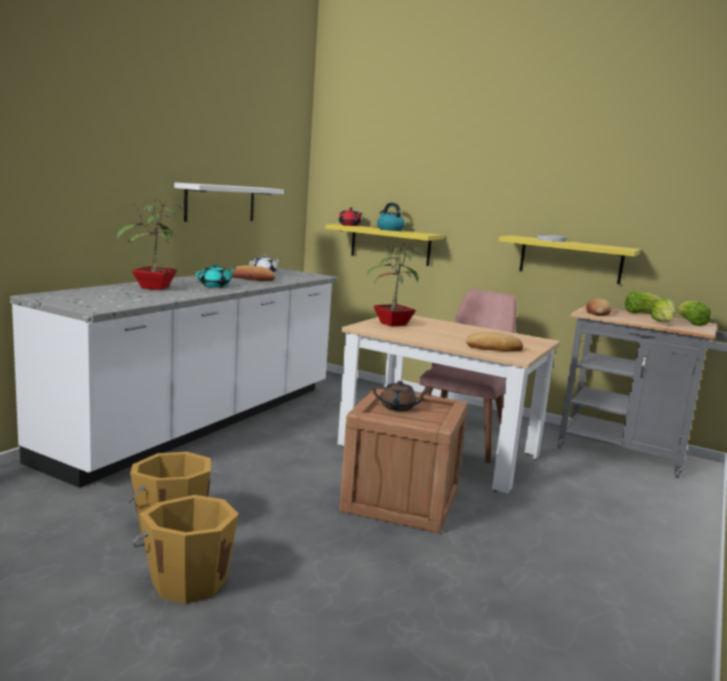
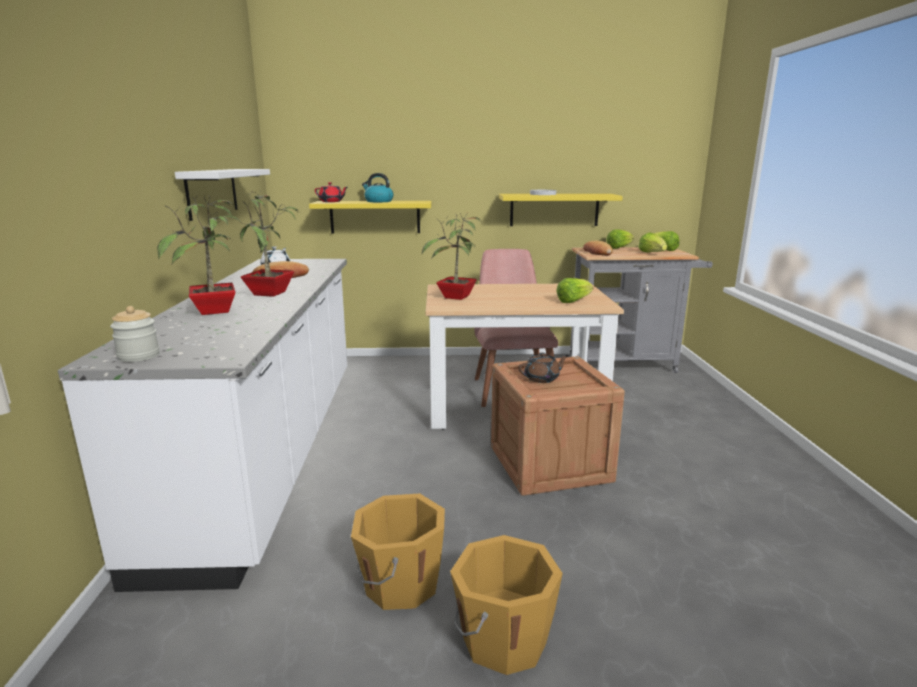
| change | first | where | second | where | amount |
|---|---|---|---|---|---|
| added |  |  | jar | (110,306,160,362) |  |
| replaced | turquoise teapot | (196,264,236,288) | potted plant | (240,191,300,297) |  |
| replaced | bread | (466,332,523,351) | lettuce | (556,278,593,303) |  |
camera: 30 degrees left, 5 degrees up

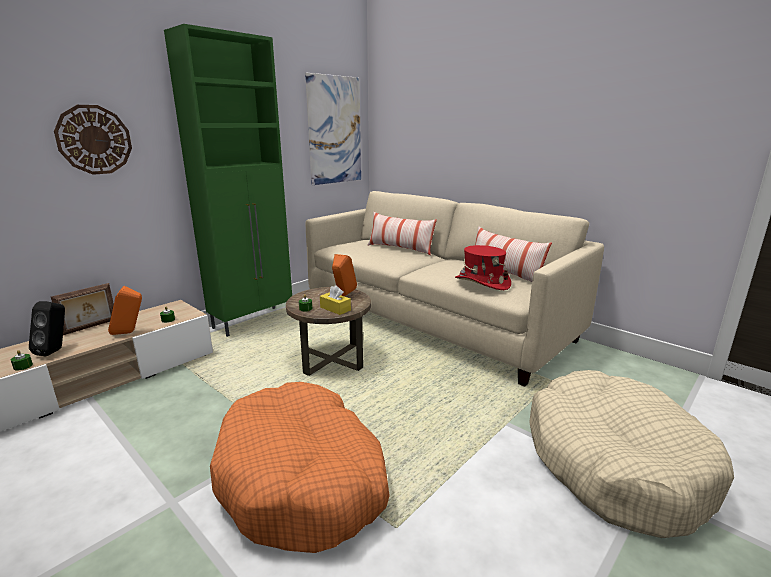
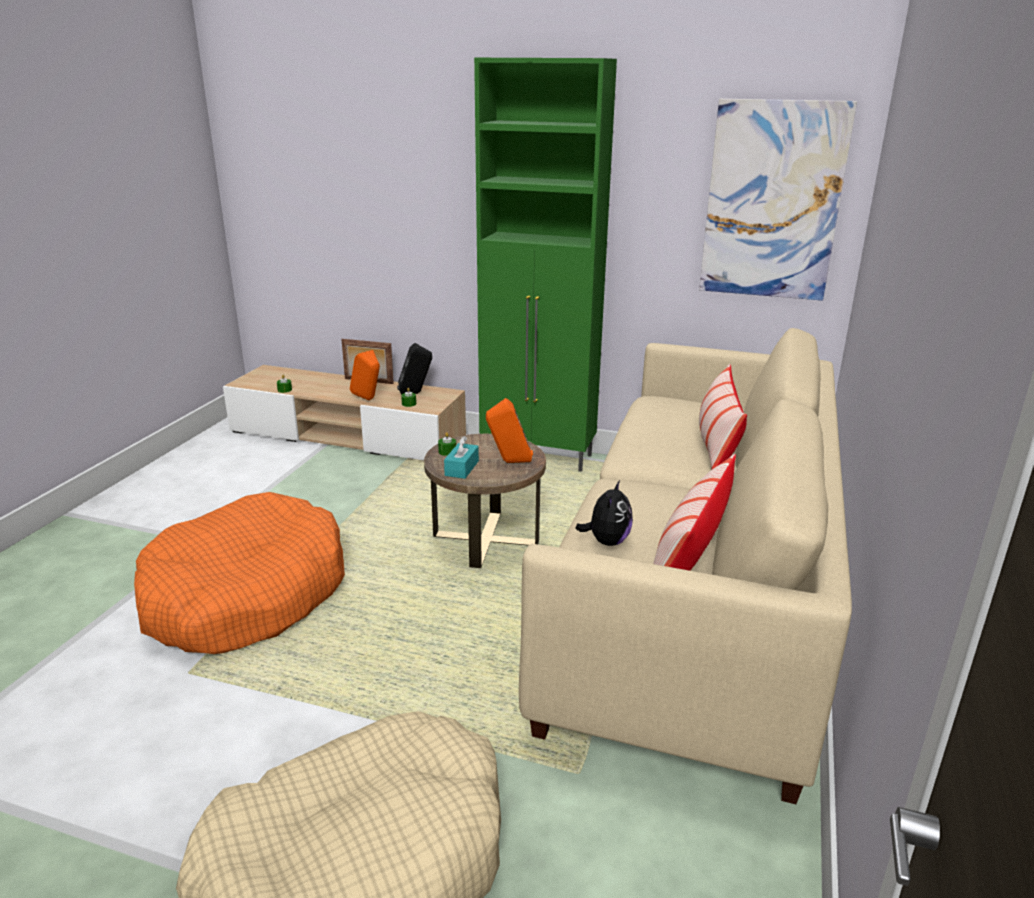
| change | first | where | second | where | amount |
|---|---|---|---|---|---|
| moved | black speaker | (29,301,65,357) |  | (397,343,432,394) |  |
| recoloured | yellow tissue box | (320,285,351,315) | turquoise tissue box | (444,436,479,479) |  |
| replaced | red hat | (455,245,511,290) | plush toy | (575,480,633,546) |  |
| removed | wall clock | (54,105,132,175) |  |  |  |
camera: 65 degrees right, 5 degrees up

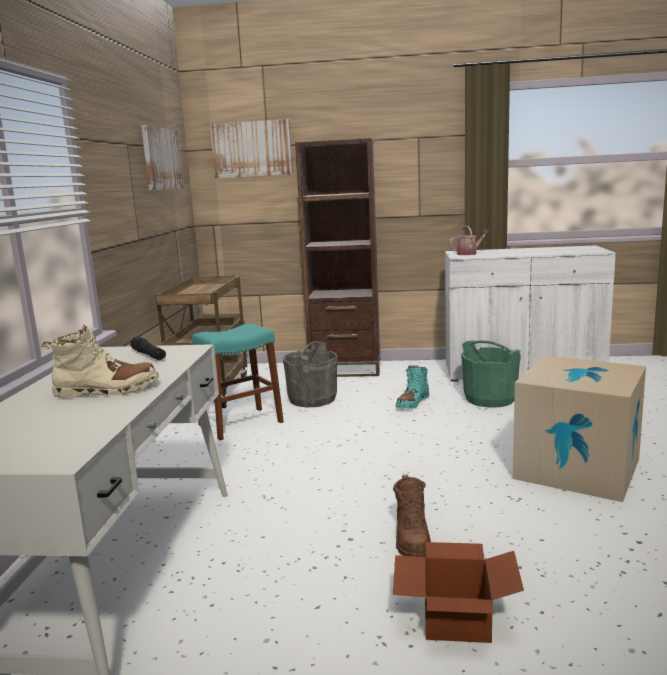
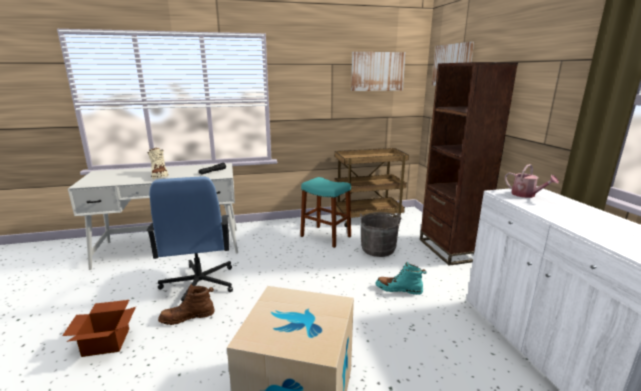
| change | first | where | second | where | amount |
|---|---|---|---|---|---|
| added |  |  | blue office chair | (147,177,233,304) |  |
| removed | green bucket | (461,340,521,408) |  |  |  |
camera: 70 degrees right, 5 degrees up

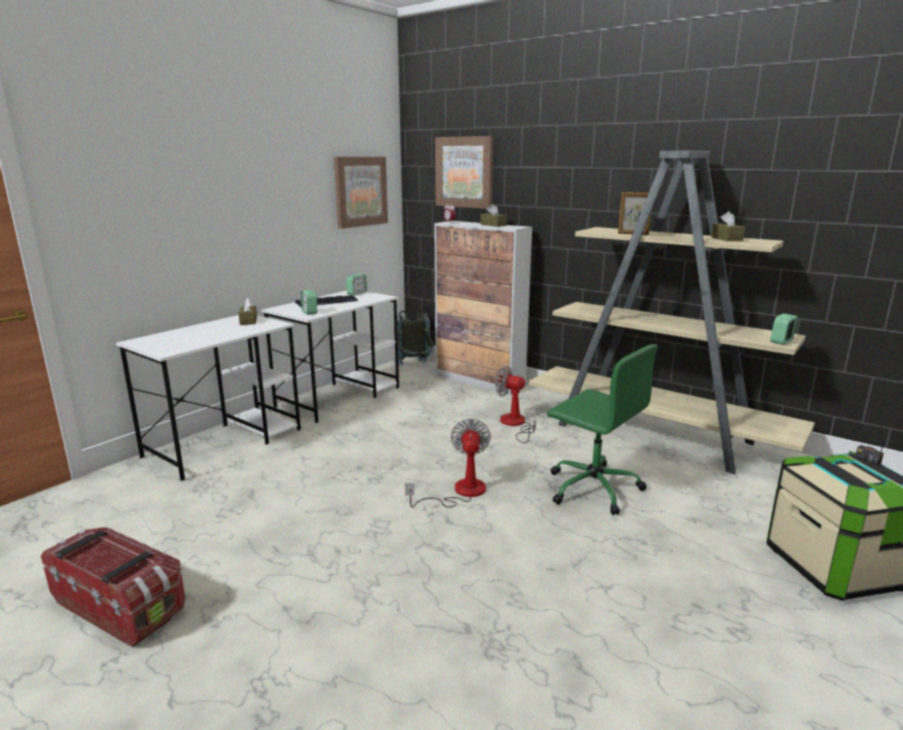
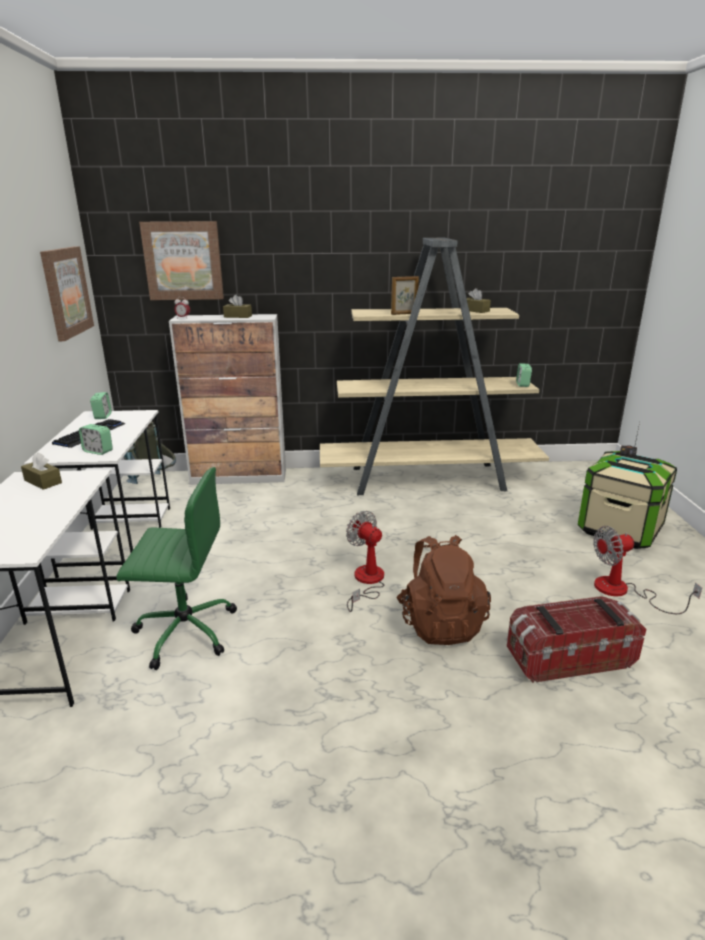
| change | first | where | second | where | amount |
|---|---|---|---|---|---|
| moved | green office chair | (547,344,658,515) |  | (117,467,237,670) |  |
| added |  |  | brown backpack | (396,535,491,645) |  |
| moved | storage box | (41,527,185,648) |  | (507,596,647,683) |  |
| moved | fan | (495,366,536,443) |  | (593,526,702,614) |  |
camera: 40 degrees left, 5 degrees up

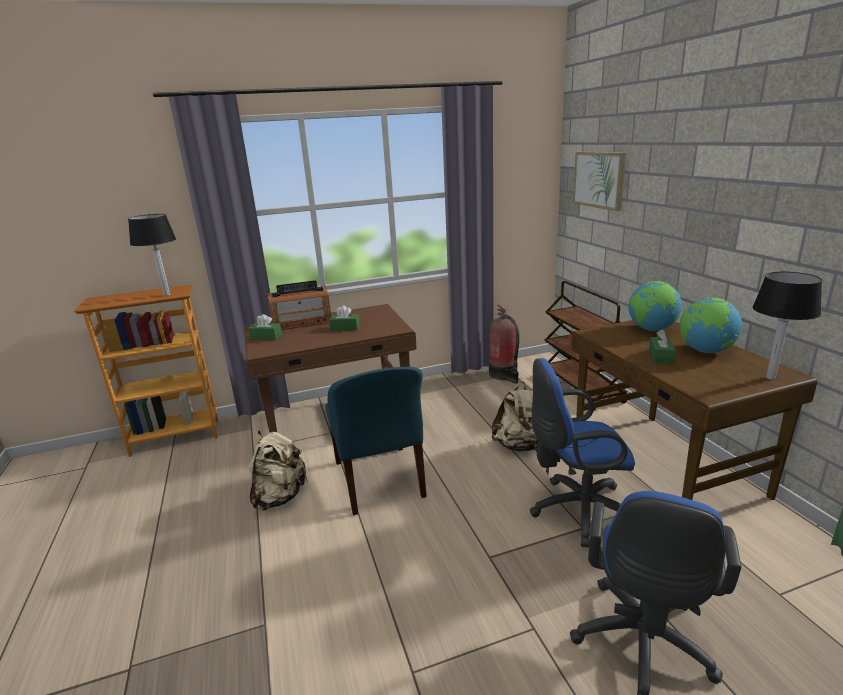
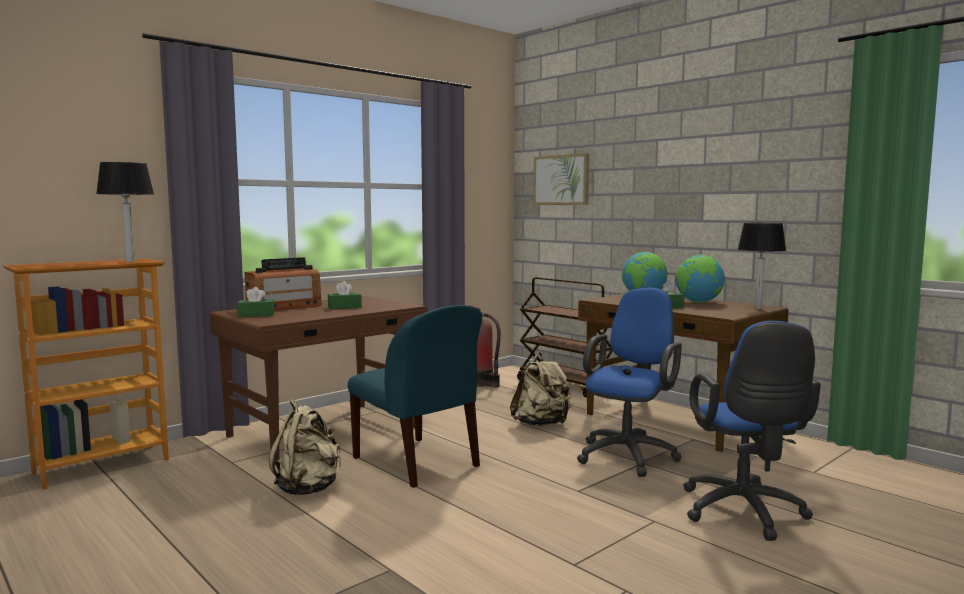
| change | first | where | second | where | amount |
|---|---|---|---|---|---|
| turned | blue office chair | (530,358,635,547) |  | (577,288,682,477) | 150 degrees clockwise |
camera: 25 degrees left, 15 degrees down

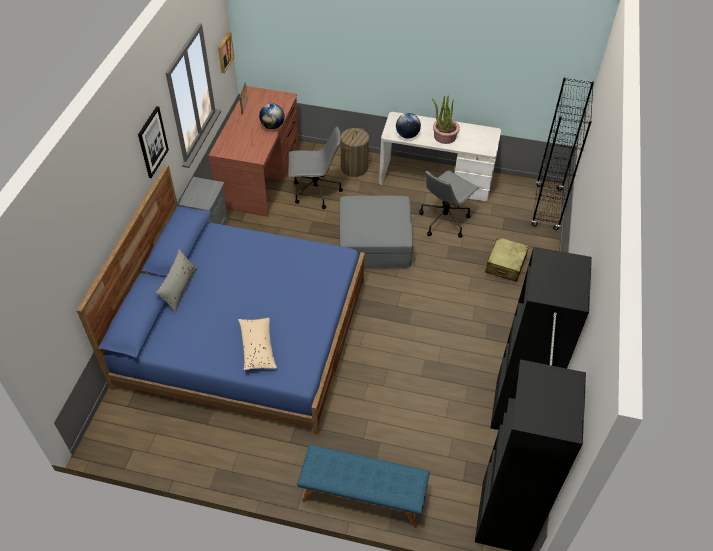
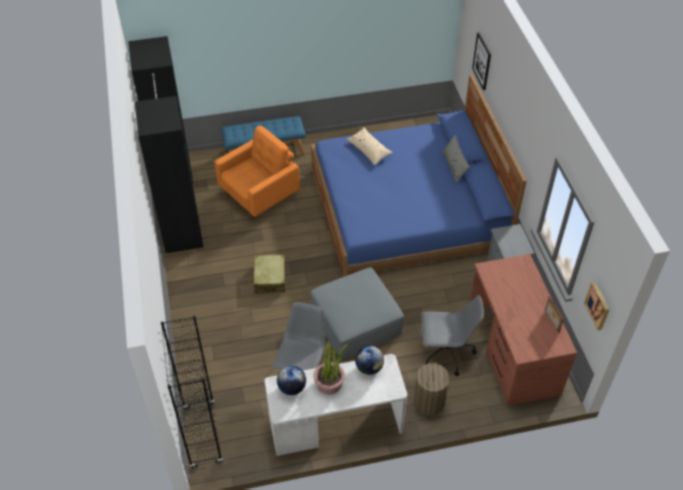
| change | first | where | second | where | amount |
|---|---|---|---|---|---|
| added |  |  | orange armchair | (214,126,300,218) |  |
| moved | beige suitcase | (485,237,529,282) |  | (254,255,287,293) |  |
| moved | globe | (259,103,285,129) |  | (277,365,306,395) |  |
| turned | grey office chair | (289,127,343,209) |  | (422,295,484,376) | 150 degrees counterclockwise |
| moved | picture | (138,106,169,178) |  | (472,33,491,90) |  |
camera: 155 degrees right, 0 degrees up

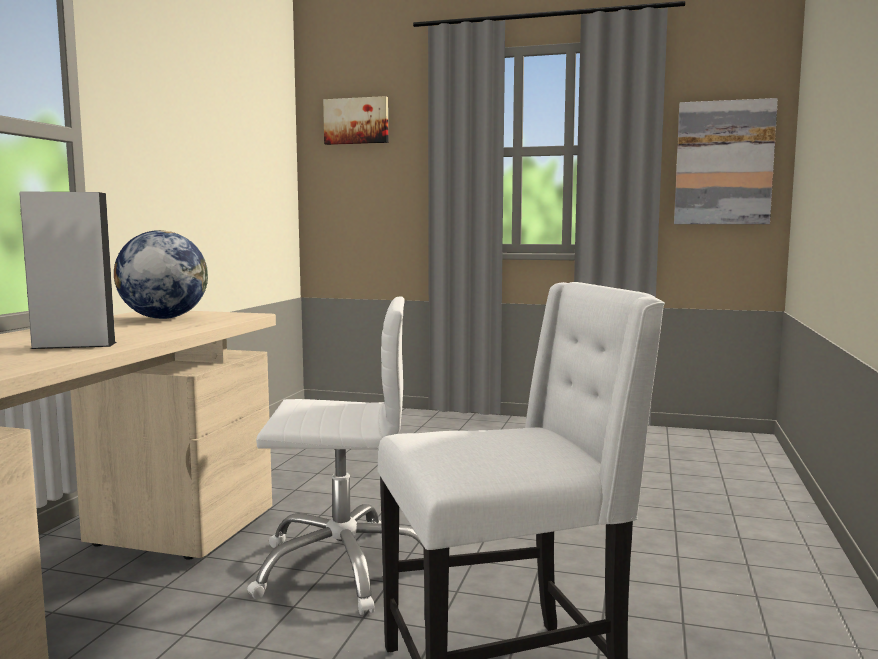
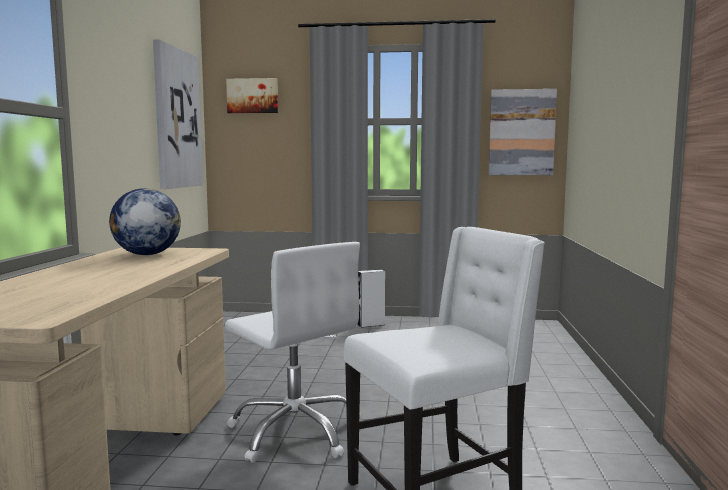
| change | first | where | second | where | amount |
|---|---|---|---|---|---|
| added |  |  | picture | (153,39,203,189) |  |
| turned | white office chair | (247,297,423,615) |  | (225,242,361,463) | 60 degrees clockwise |
| moved | white speaker | (19,191,117,349) |  | (358,270,385,328) |  |
camera: 10 degrees left, 0 degrees up

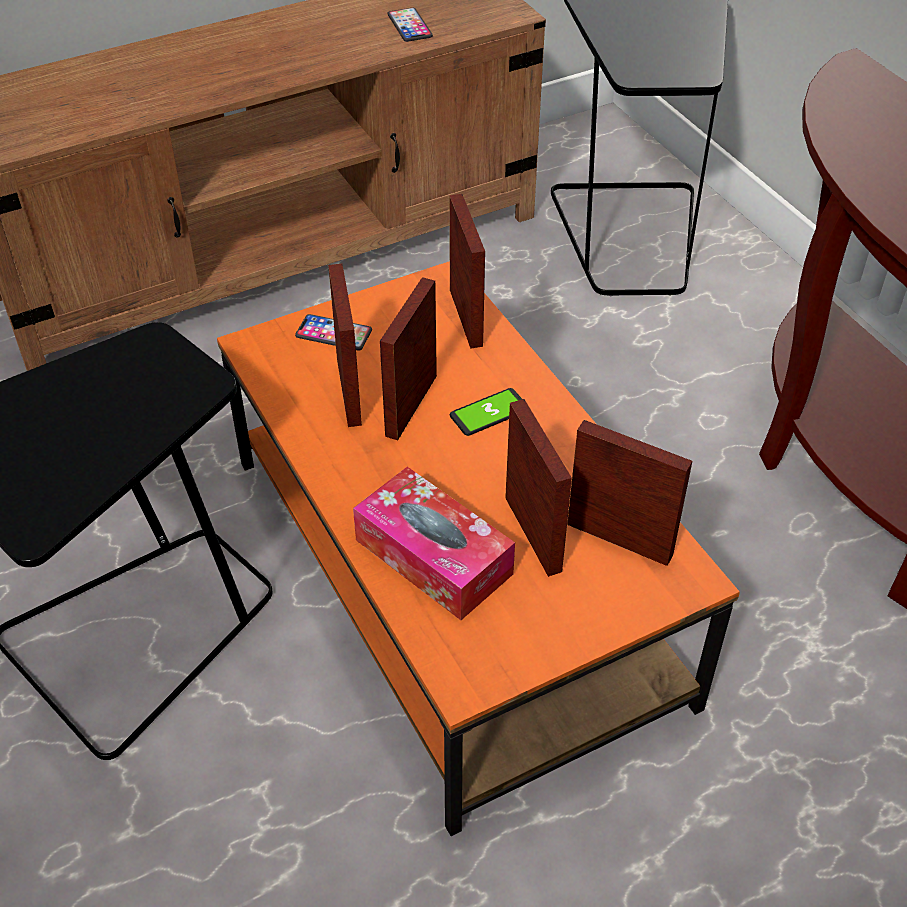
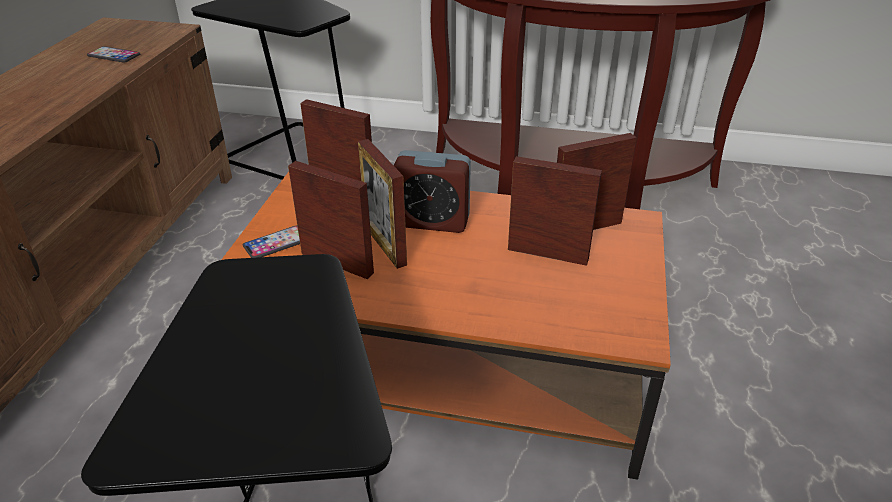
| change | first | where | second | where | amount |
|---|---|---|---|---|---|
| replaced | phone | (450,388,522,436) | alarm clock | (394,150,471,233) |  |
| removed | tissue box | (353,467,515,620) |  |  |  |
camera: 50 degrees left, 10 degrees down

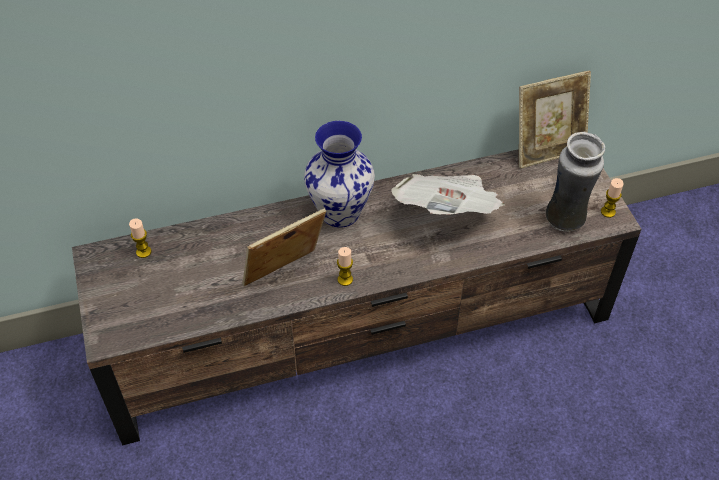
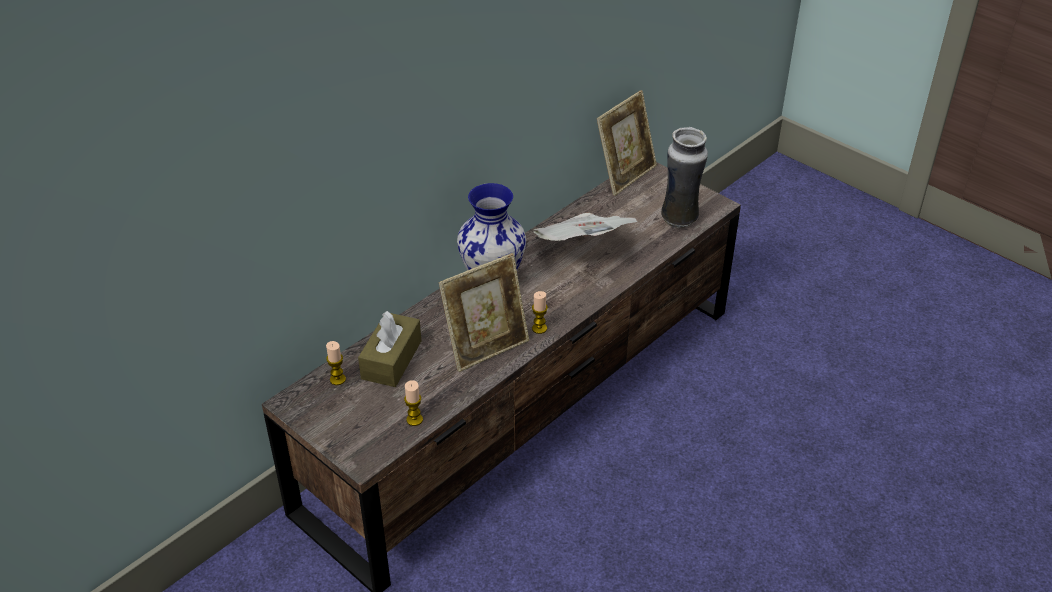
| change | first | where | second | where | amount |
|---|---|---|---|---|---|
| added |  |  | brown tissue box | (358,311,421,387) |  |
| moved | candle | (601,178,624,218) |  | (404,380,423,426) |  |
| turned | picture frame | (242,208,326,286) |  | (439,253,529,372) | 150 degrees counterclockwise |
camera: 30 degrees left, 10 degrees down

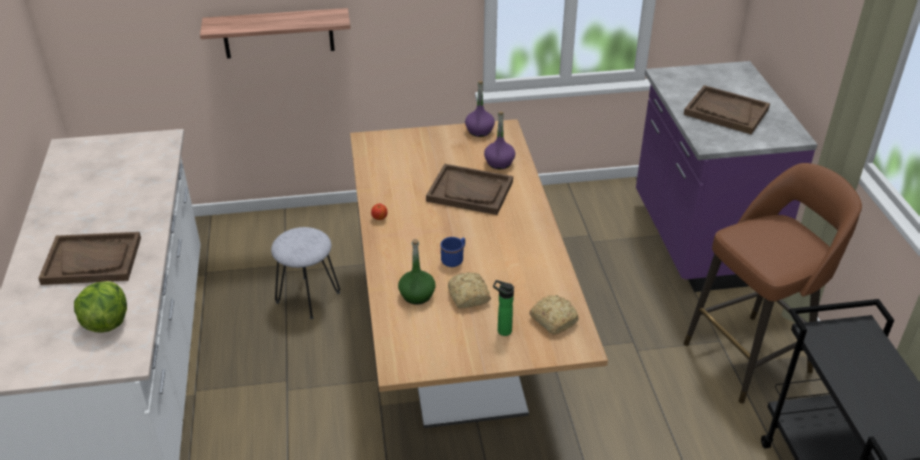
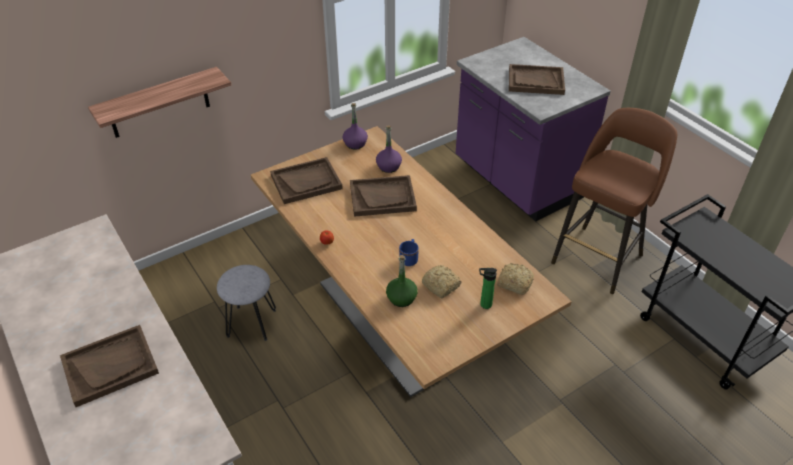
| change | first | where | second | where | amount |
|---|---|---|---|---|---|
| added |  |  | brown tray | (270,157,343,204) |  |
| removed | lettuce | (74,281,127,333) |  |  |  |
camera: 25 degrees left, 5 degrees up

